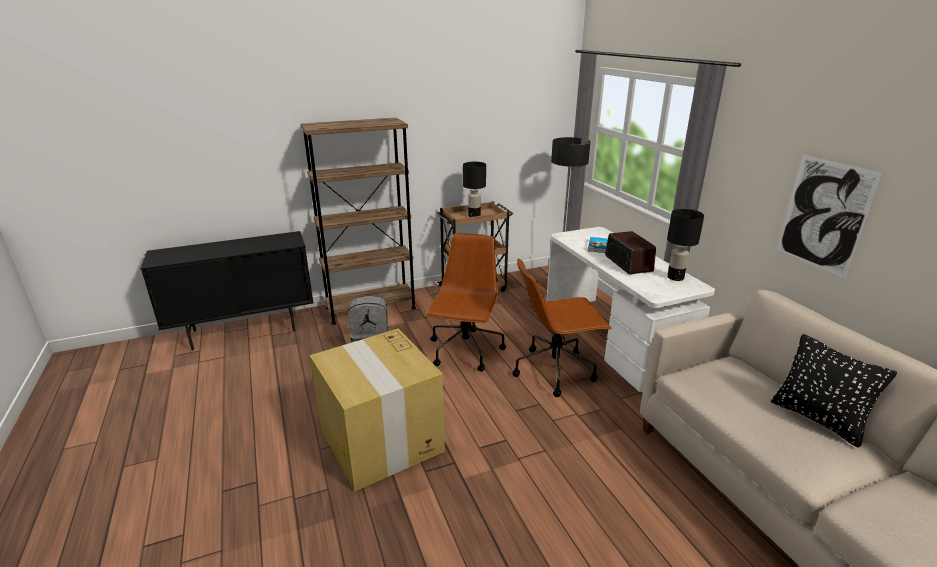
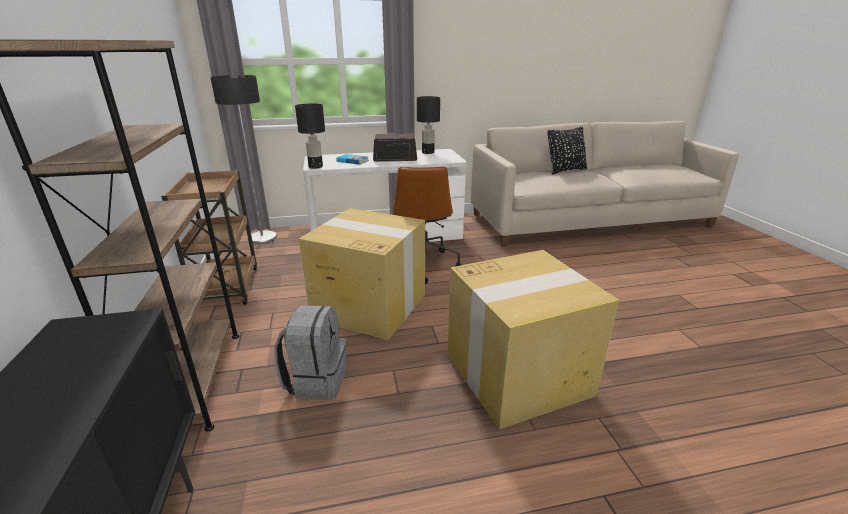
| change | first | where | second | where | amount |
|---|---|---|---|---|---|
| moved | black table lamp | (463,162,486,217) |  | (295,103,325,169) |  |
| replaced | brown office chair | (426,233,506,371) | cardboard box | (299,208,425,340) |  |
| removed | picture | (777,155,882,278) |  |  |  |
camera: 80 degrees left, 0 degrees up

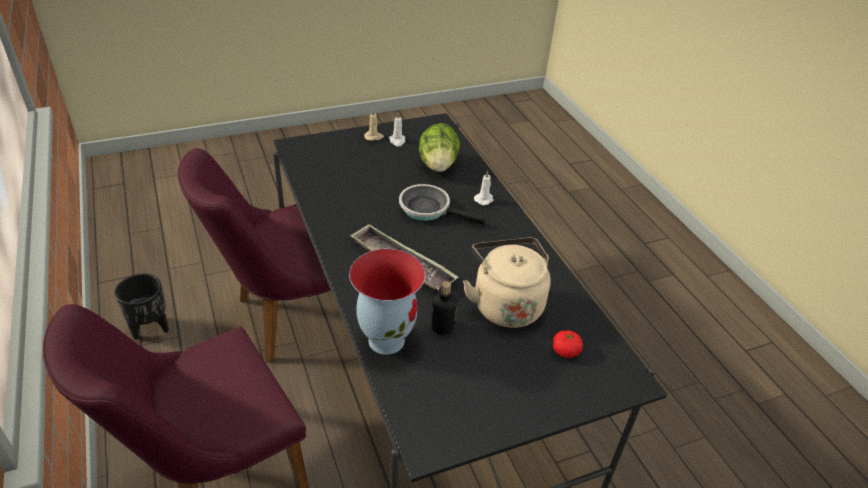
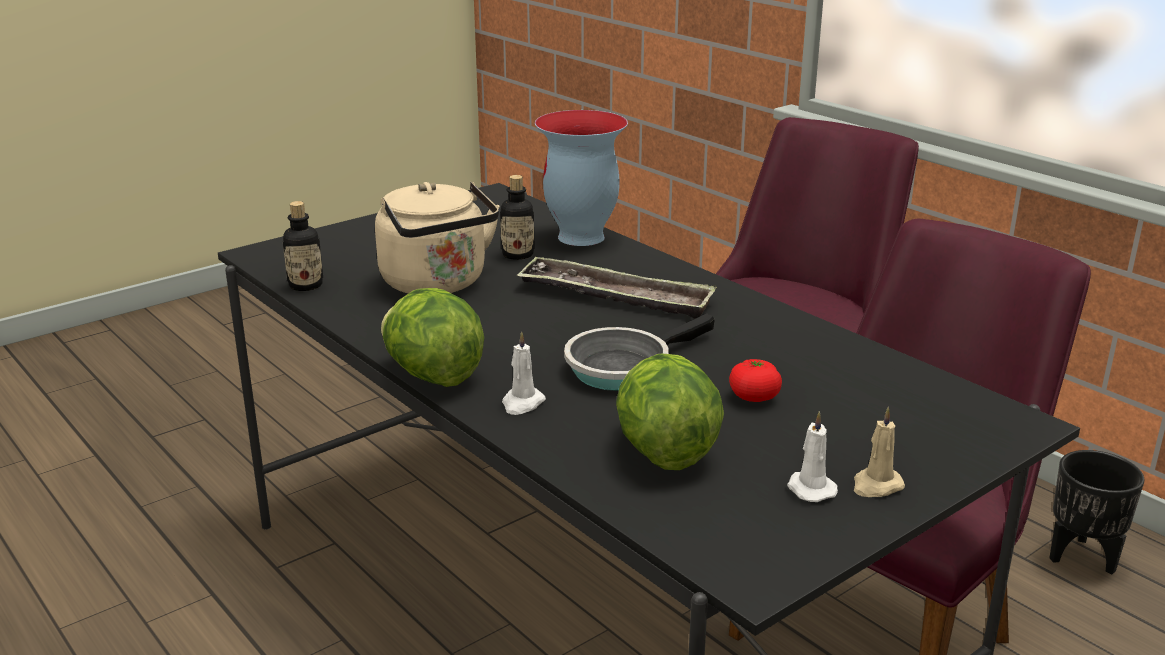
| change | first | where | second | where | amount |
|---|---|---|---|---|---|
| added |  |  | bottle | (283,201,323,291) |  |
| added |  |  | lettuce | (381,288,485,387) |  |
| turned | frying pan | (399,184,485,225) |  | (564,314,715,391) | 135 degrees clockwise |
| moved | tomato | (553,330,583,358) |  | (729,359,782,402) |  |
camera: 165 degrees right, 15 degrees down

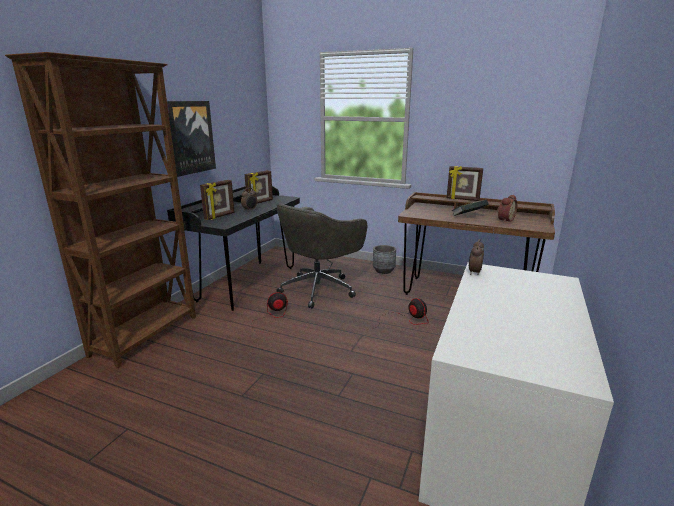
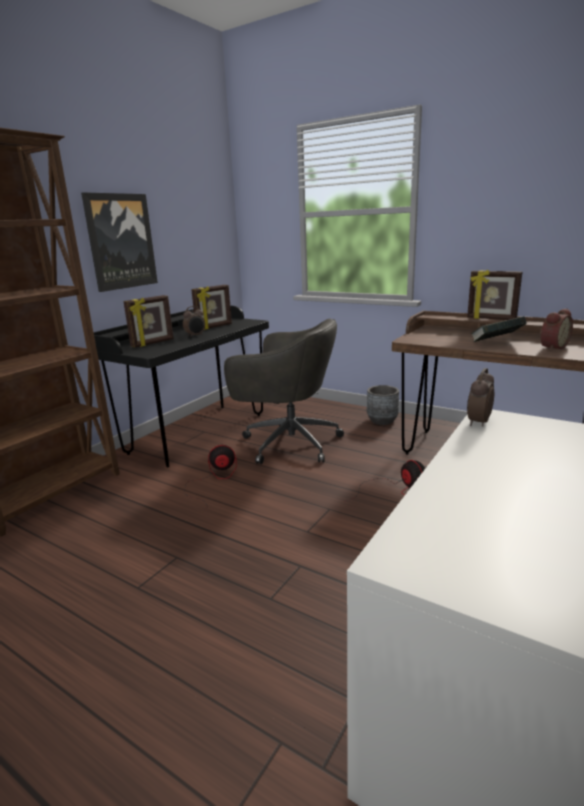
| change | first | where | second | where | amount |
|---|---|---|---|---|---|
| turned | grey office chair | (276,203,367,308) |  | (224,319,344,464) | 120 degrees counterclockwise |
camera: 10 degrees right, 0 degrees up

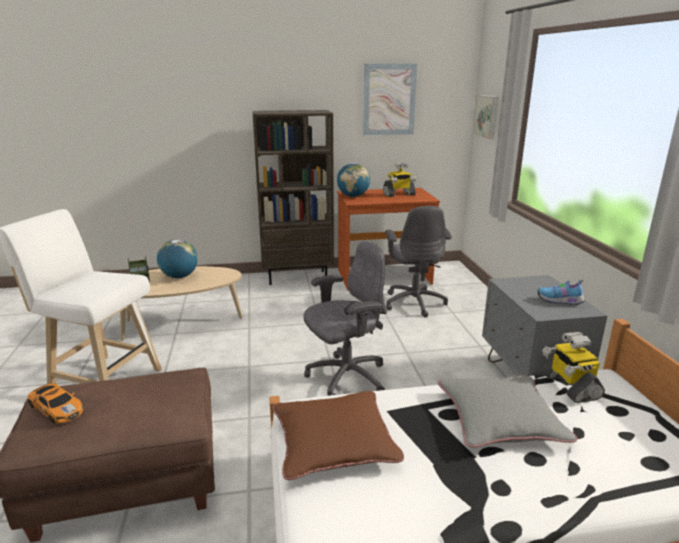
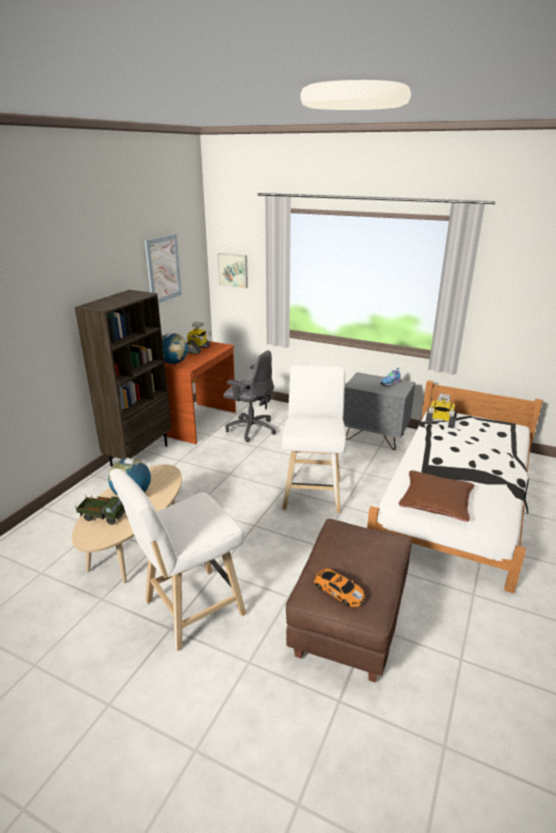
| change | first | where | second | where | amount |
|---|---|---|---|---|---|
| replaced | grey office chair | (304,241,387,396) | white stool | (282,365,346,513) |  |
| turned | toy car | (28,383,83,424) |  | (314,568,365,607) | 60 degrees clockwise |
| removed | grey pillow | (437,375,577,448) |  |  |  |
camera: 55 degrees left, 5 degrees up

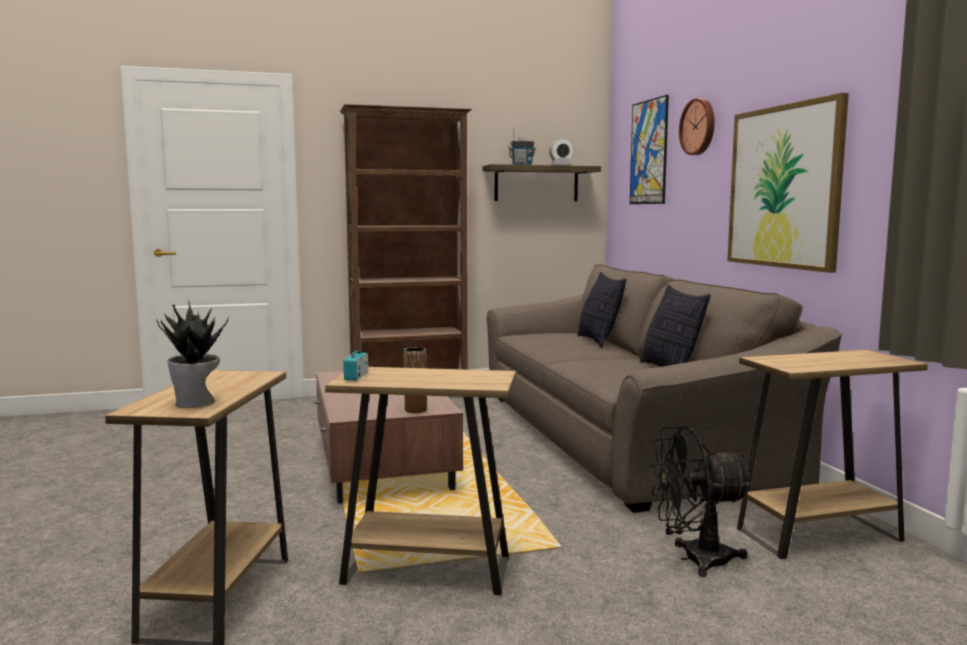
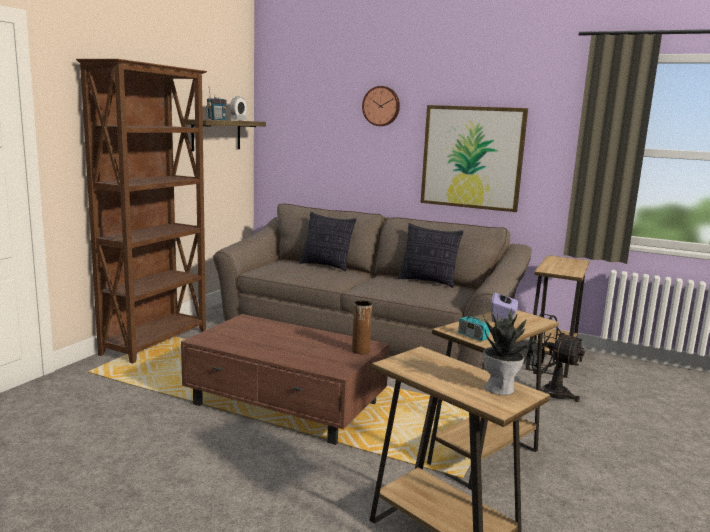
| change | first | where | second | where | amount |
|---|---|---|---|---|---|
| added |  |  | purple tissue box | (491,289,518,322) |  |
| turned | black fan | (649,426,753,577) |  | (524,313,585,402) | 90 degrees clockwise |
| removed | picture | (630,95,669,204) |  |  |  |
camera: 50 degrees left, 5 degrees up

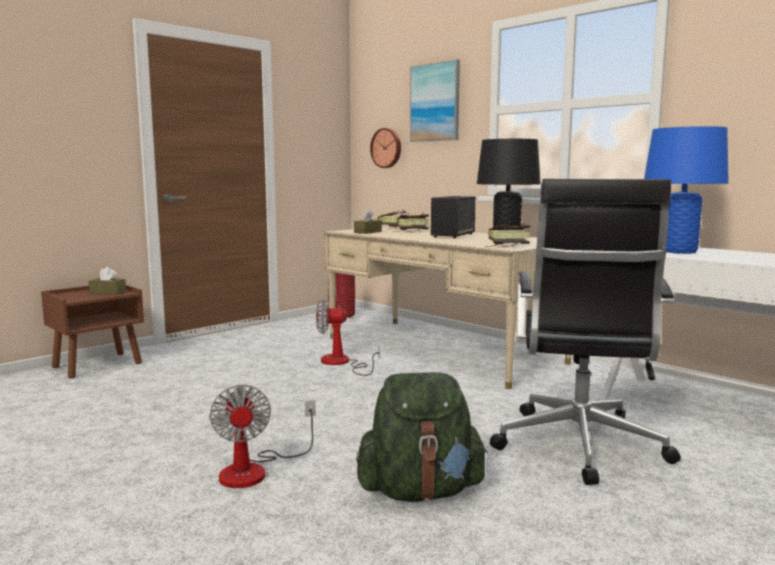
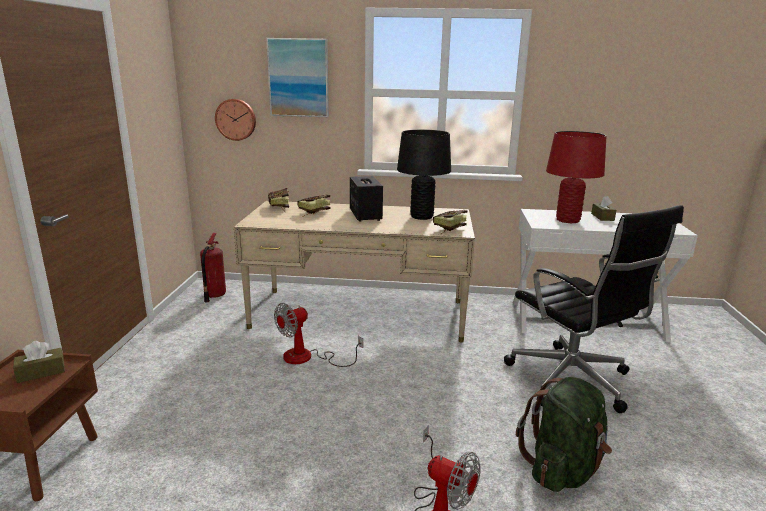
| change | first | where | second | where | amount |
|---|---|---|---|---|---|
| recoloured | blue table lamp | (644,126,729,254) | red table lamp | (546,131,606,223) |  |
| moved | brown tissue box | (354,209,382,234) |  | (591,196,616,221) |  |
camera: 40 degrees left, 10 degrees up

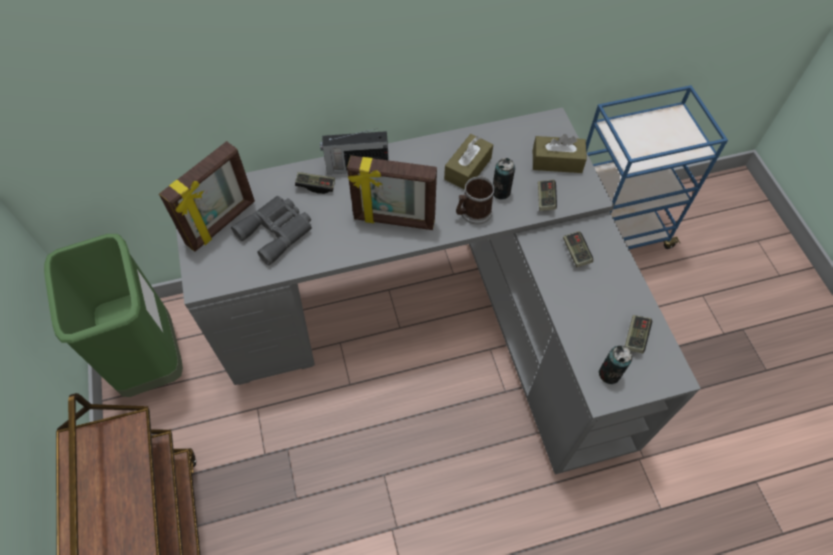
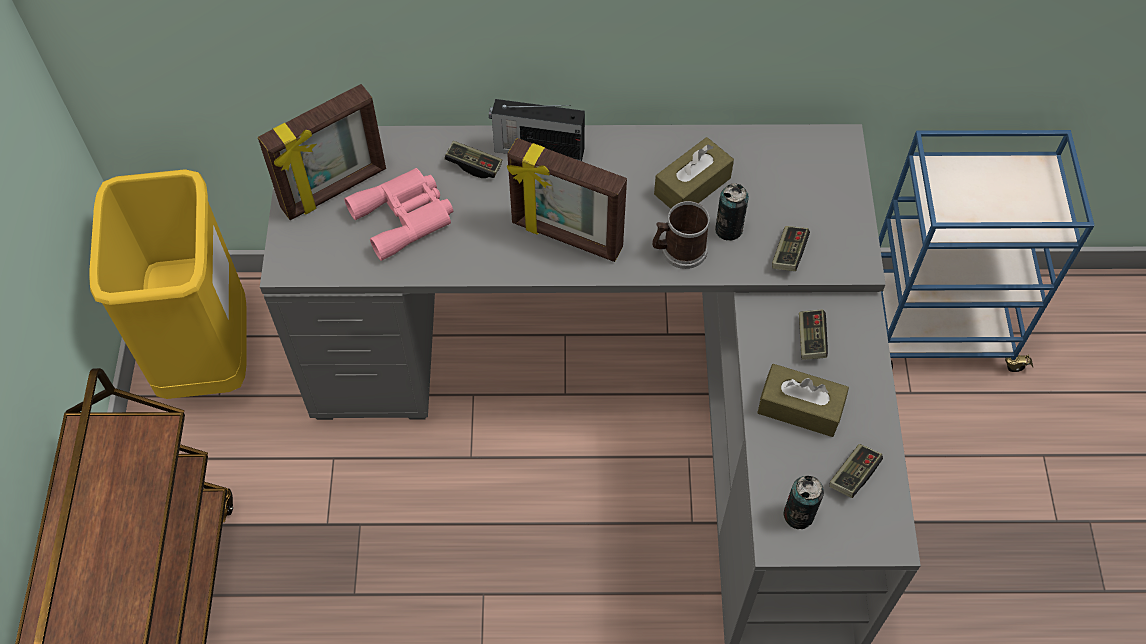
| change | first | where | second | where | amount |
|---|---|---|---|---|---|
| recoloured | green trash can | (44,234,183,397) | yellow trash can | (89,169,247,399) |  |
| recoloured | grey binoculars | (231,196,312,265) | pink binoculars | (344,168,453,261) |  |
| moved | brown tissue box | (533,134,587,173) |  | (757,364,849,437) |  |
camera: 15 degrees right, 0 degrees up

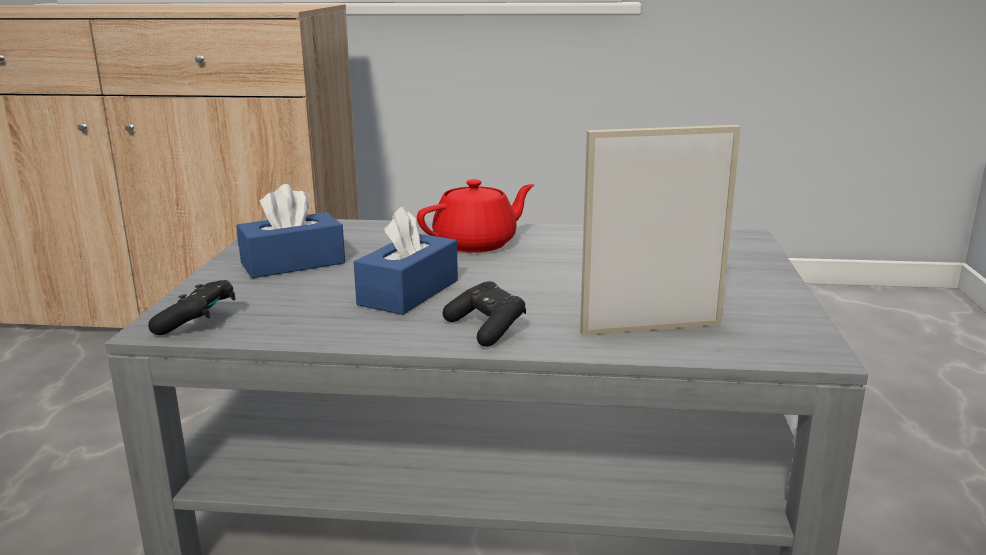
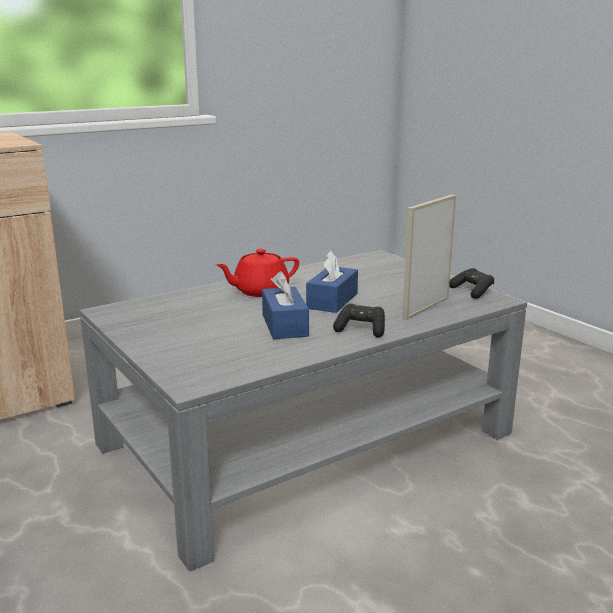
| change | first | where | second | where | amount |
|---|---|---|---|---|---|
| turned | red teapot | (417,179,534,253) |  | (216,249,299,297) | 135 degrees counterclockwise |
| moved | blue tissue box | (236,184,345,278) |  | (306,251,358,313) |  |
| moved | black game controller | (148,280,235,335) |  | (449,268,494,299) |  |
camera: 40 degrees left, 0 degrees up

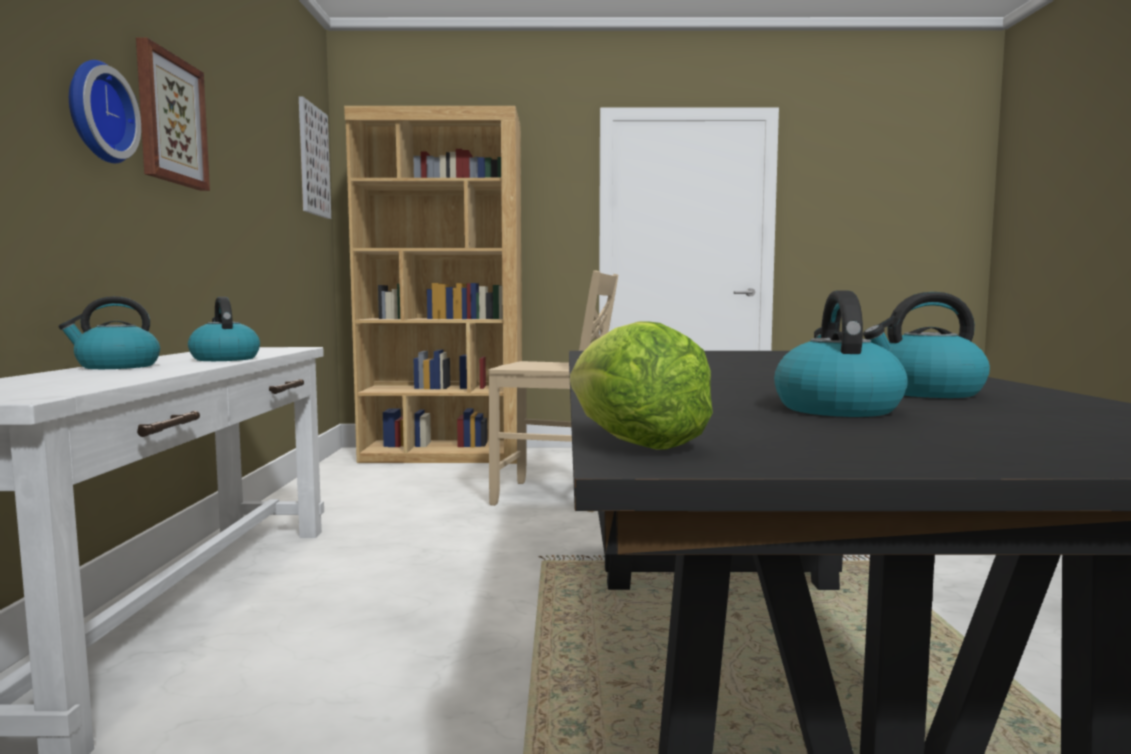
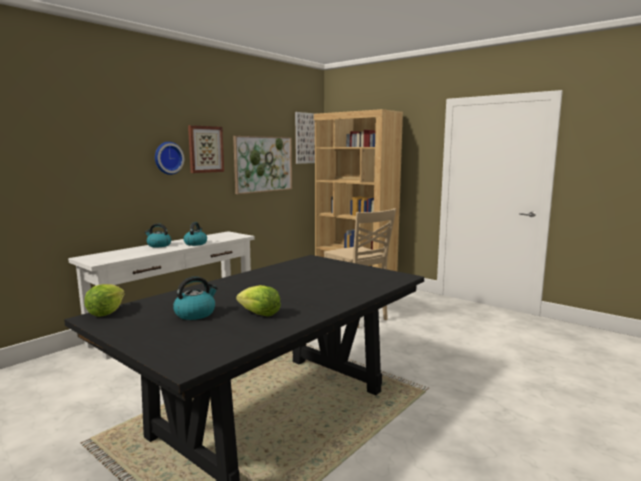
| change | first | where | second | where | amount |
|---|---|---|---|---|---|
| added |  |  | picture | (233,136,292,194) |  |
| replaced | kettle | (863,292,990,398) | lettuce | (236,285,281,316) |  |
camera: 40 degrees right, 5 degrees up

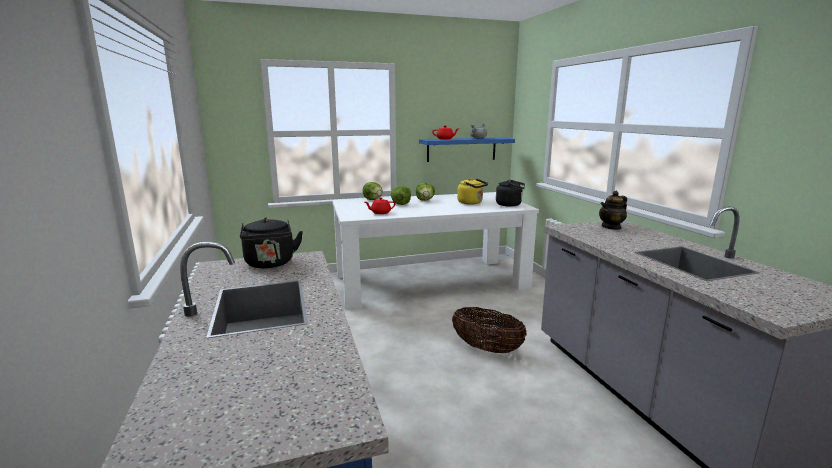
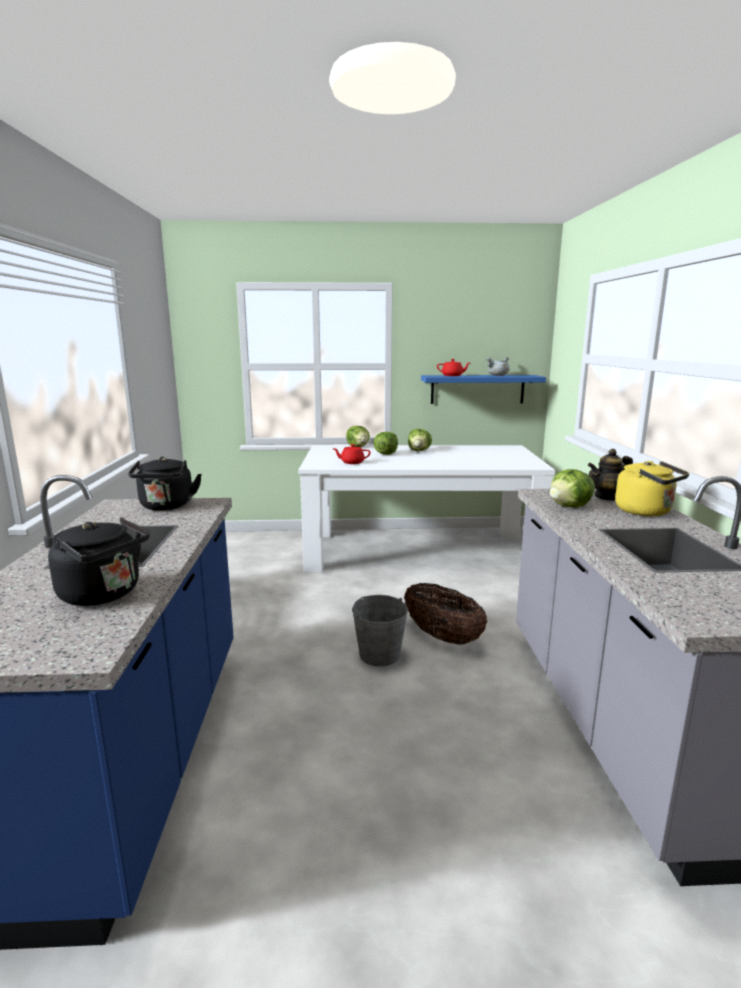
| change | first | where | second | where | amount |
|---|---|---|---|---|---|
| moved | black kettle | (496,180,525,207) |  | (48,517,150,606) |  |
| added |  |  | grey bucket | (352,595,408,666) |  |
| added |  |  | lettuce | (549,469,595,507) |  |
| moved | yellow kettle | (457,178,488,205) |  | (615,461,689,516) |  |
camera: 15 degrees right, 0 degrees up

